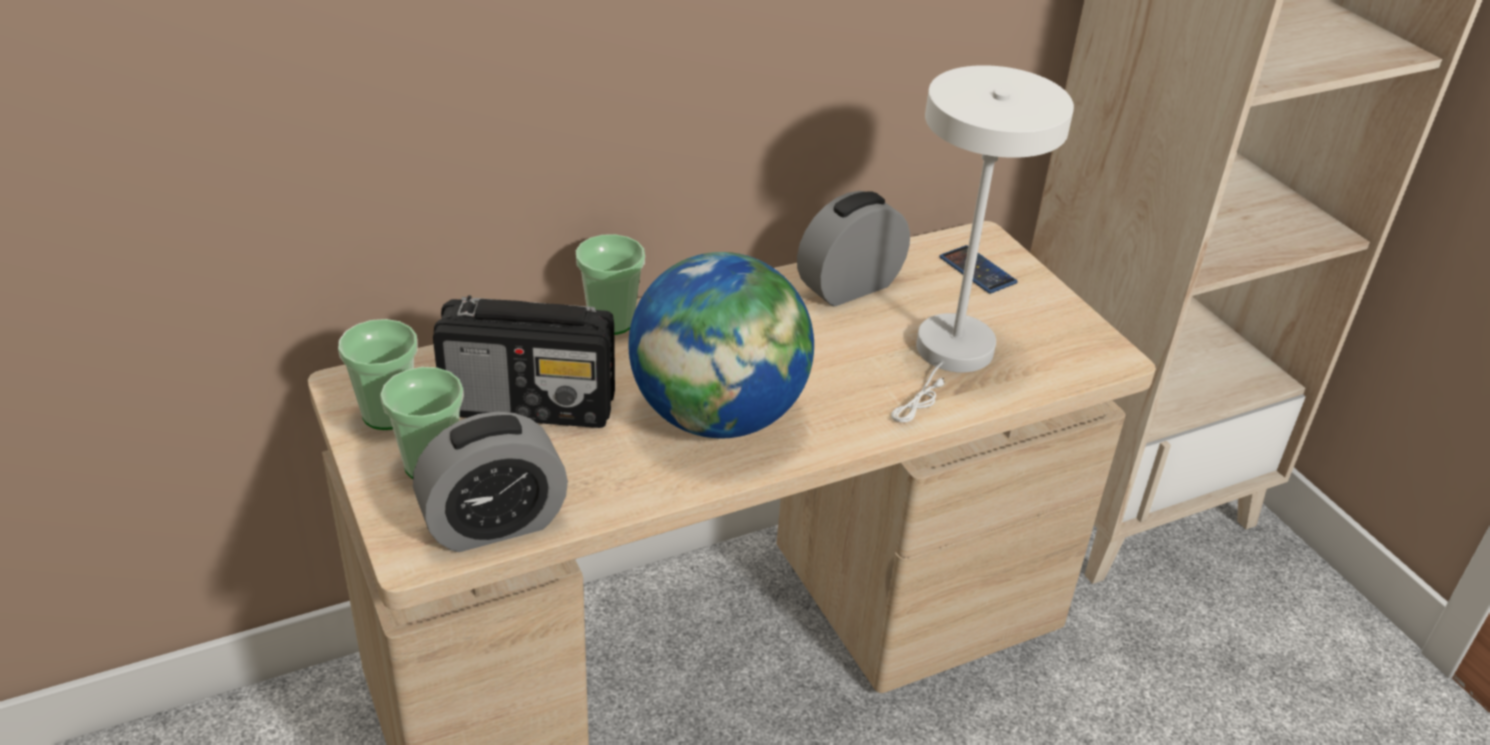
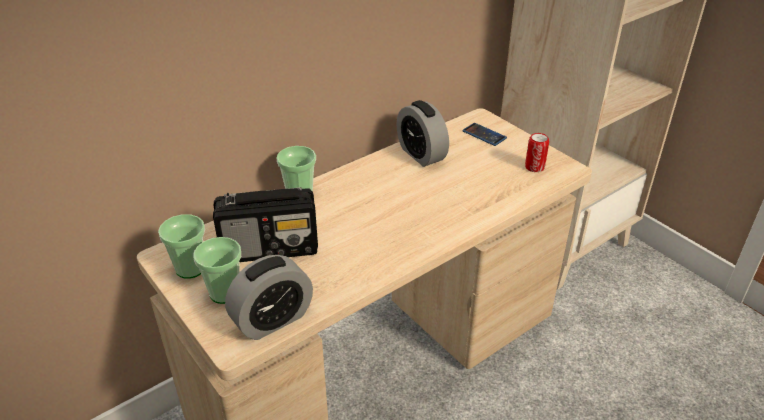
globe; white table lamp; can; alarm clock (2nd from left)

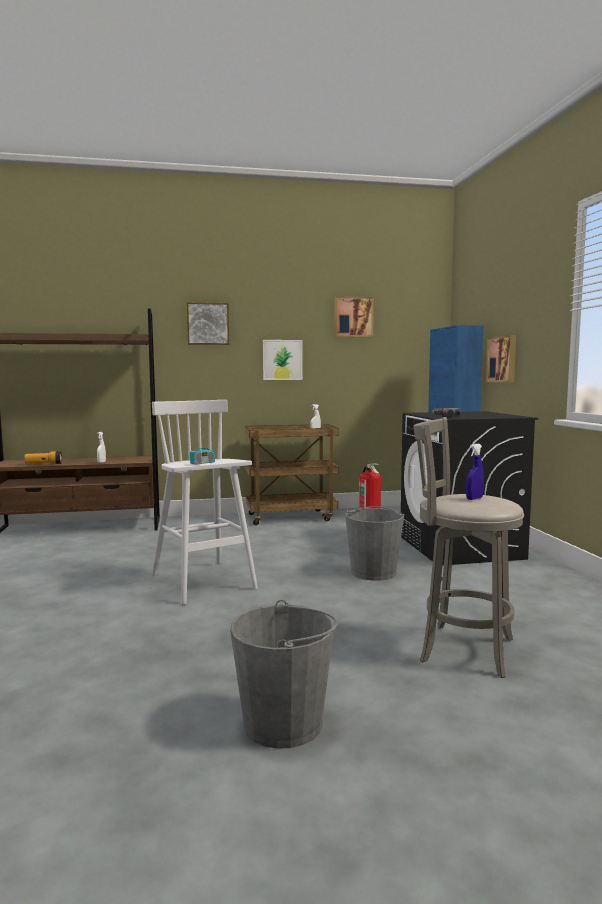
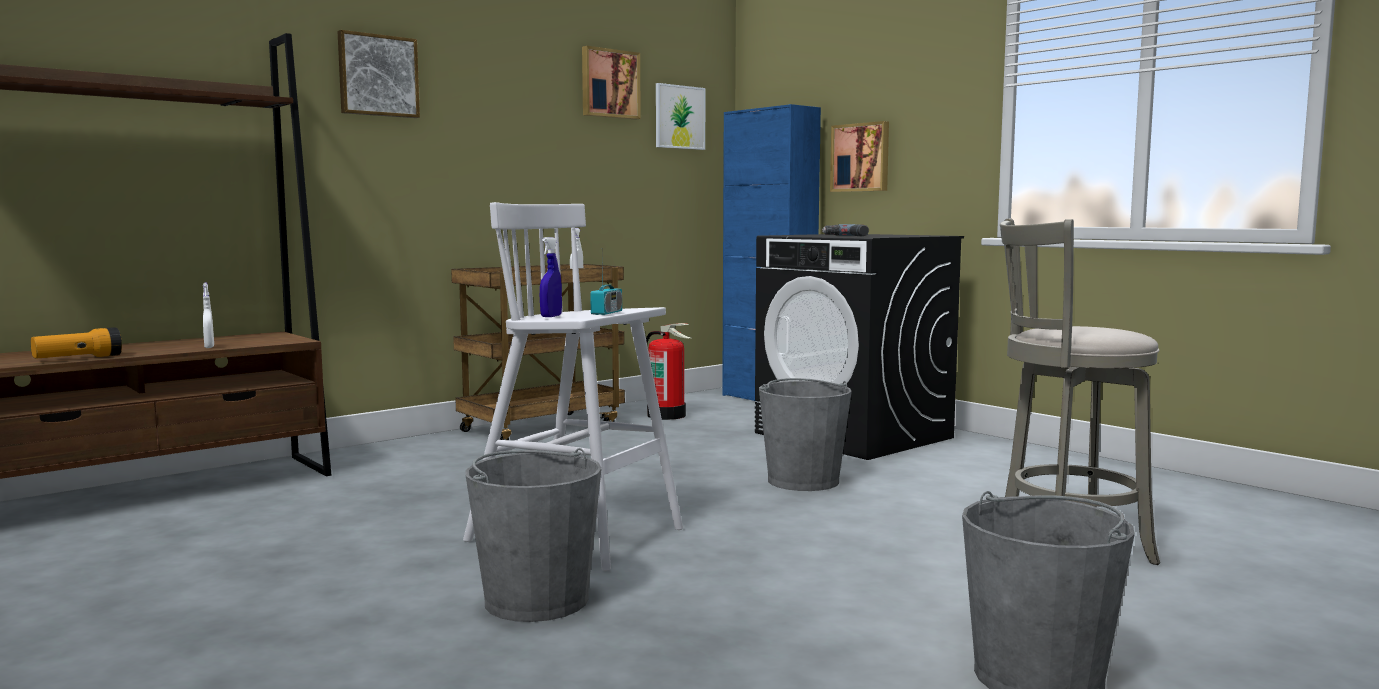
grey bucket (1st from left); picture (3rd from left); blue spray bottle

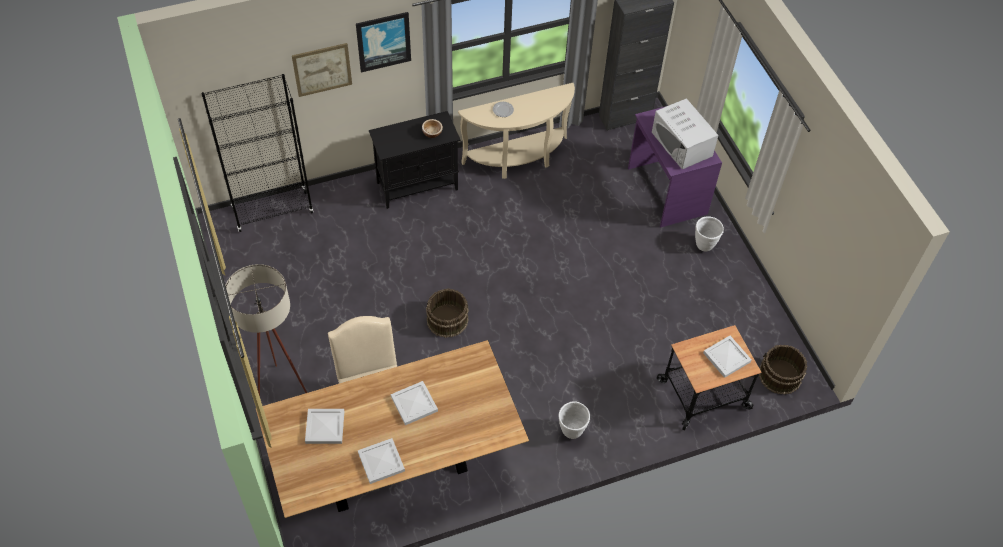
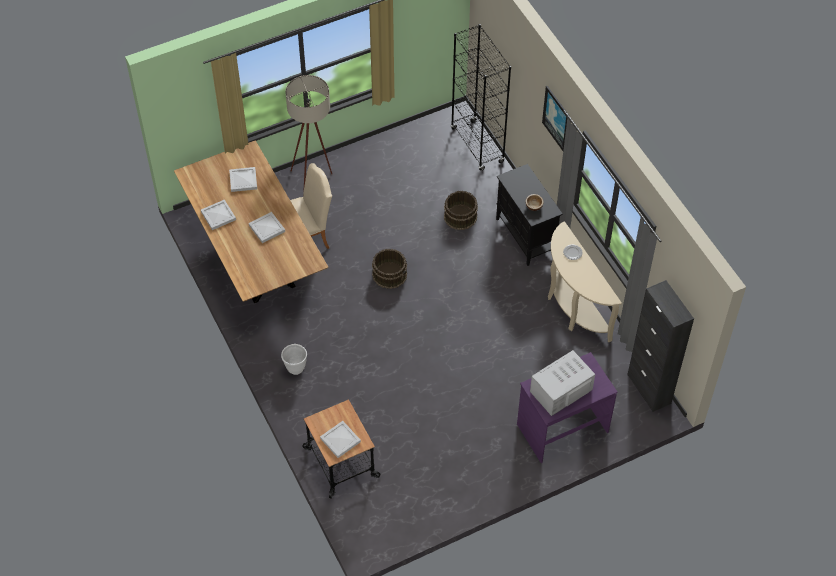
picture (1st from left in the first image); white planter (2nd from left in the first image); brown bucket (2nd from left)

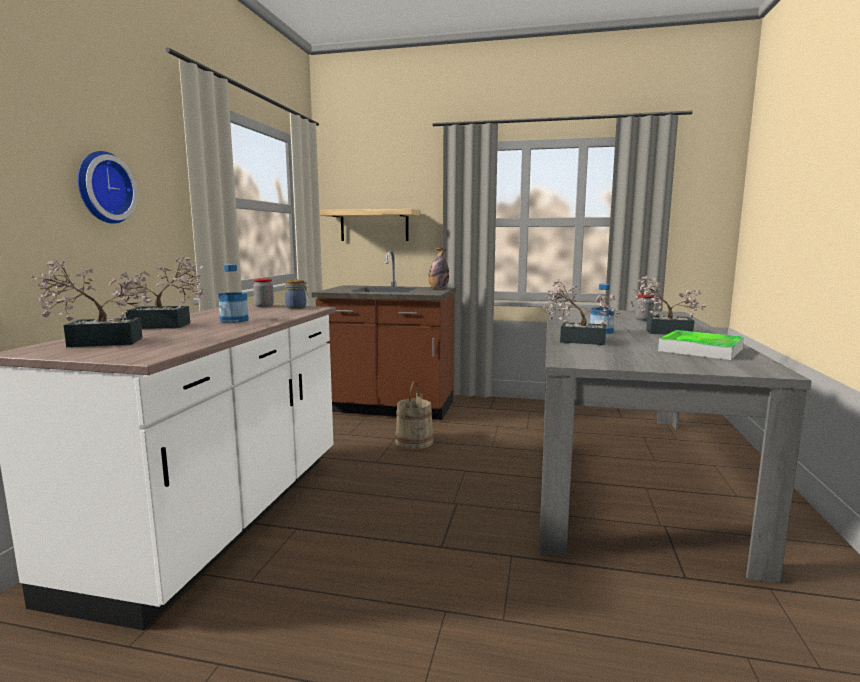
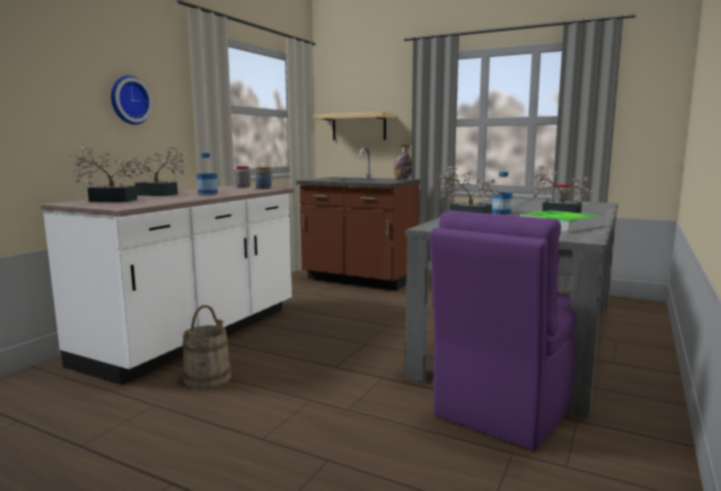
purple chair; beige bucket

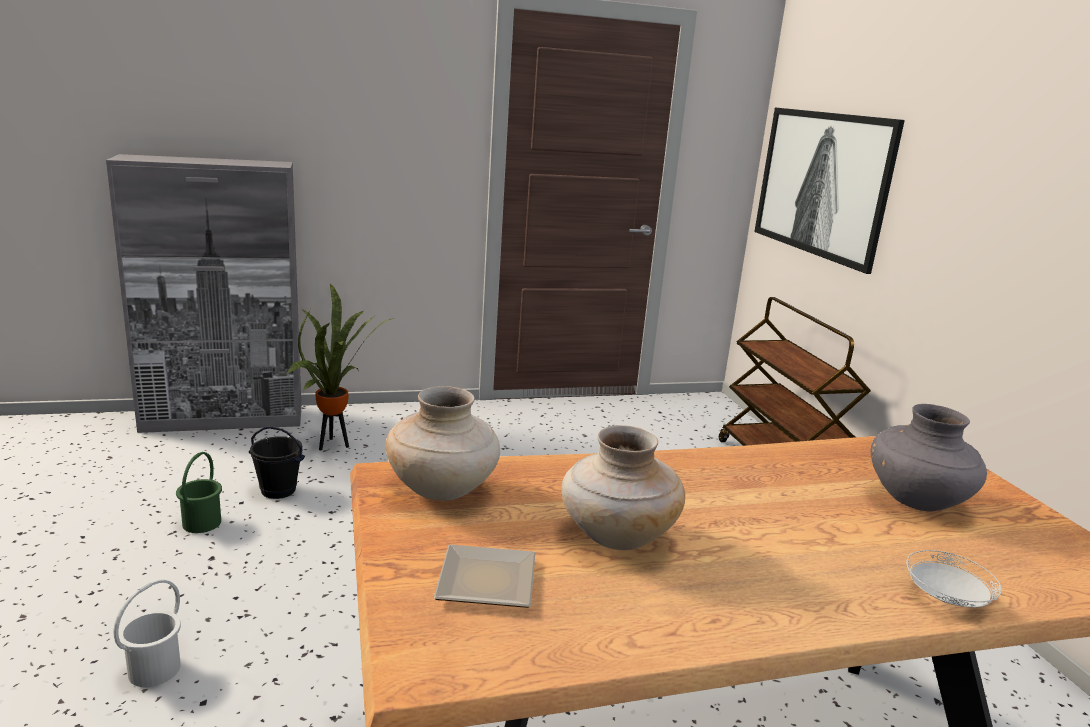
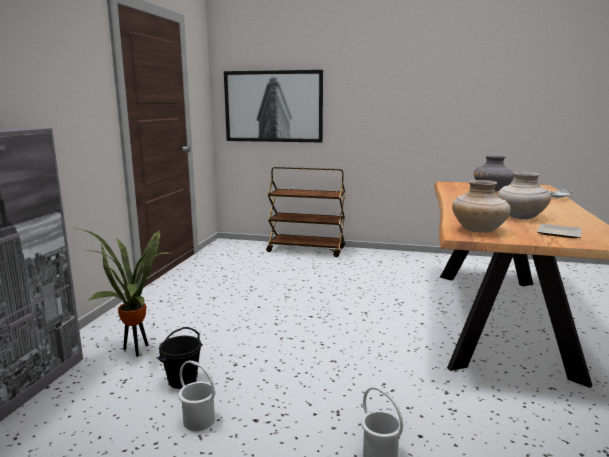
white bucket (1st from left)

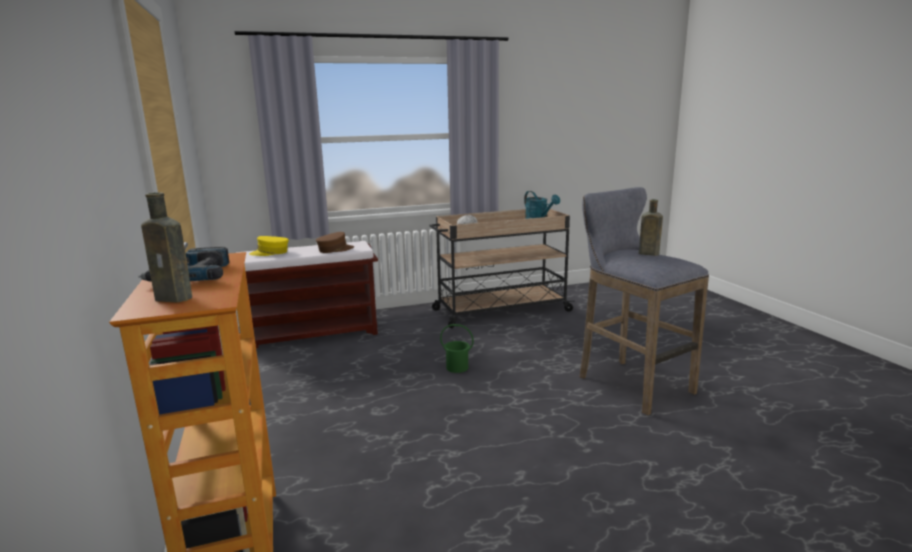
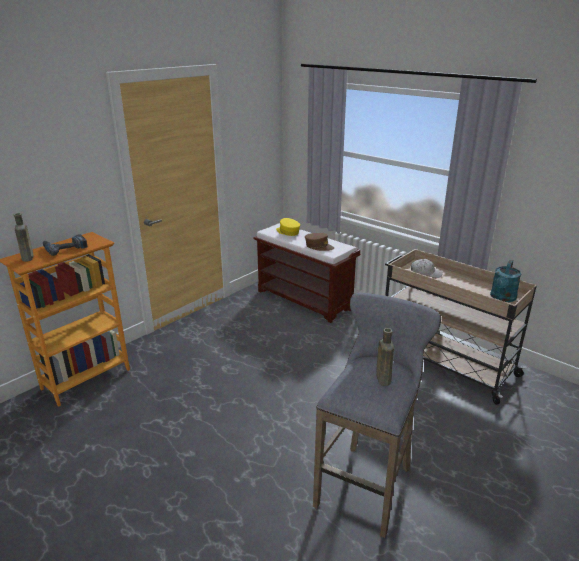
green bucket

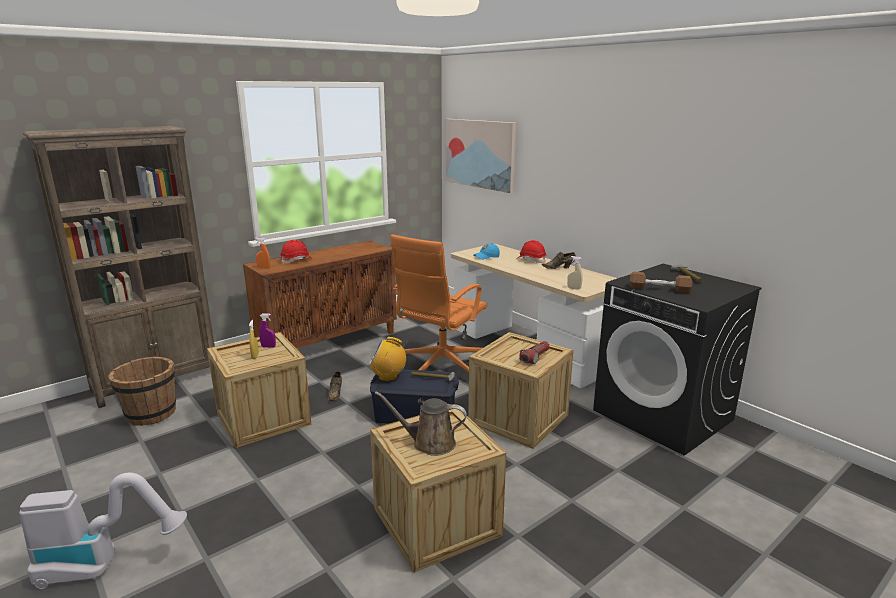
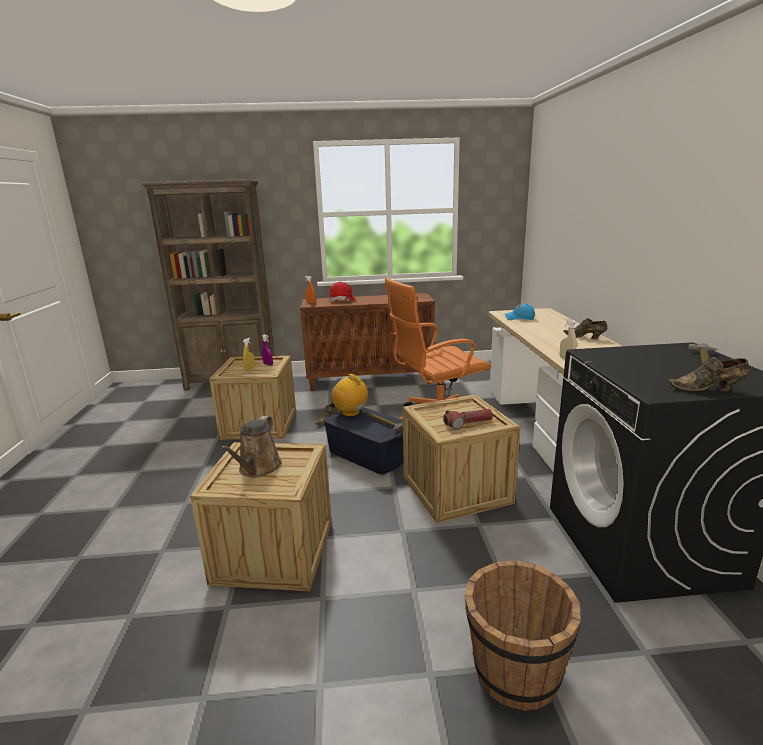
vacuum cleaner; picture; red hard hat (2nd from left in the first image); brown dumbbell; brown shoe (3rd from left); brown bucket; brown watering can

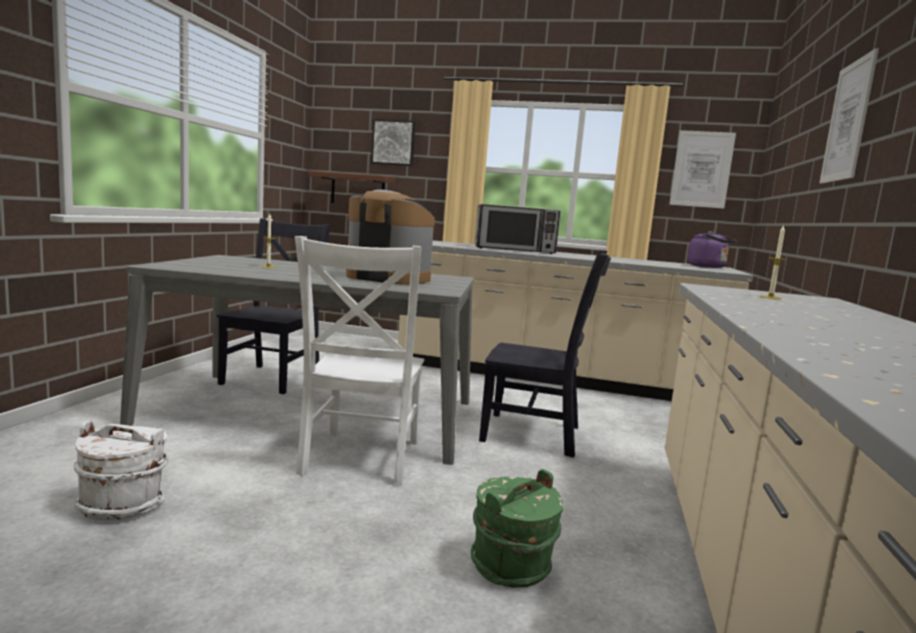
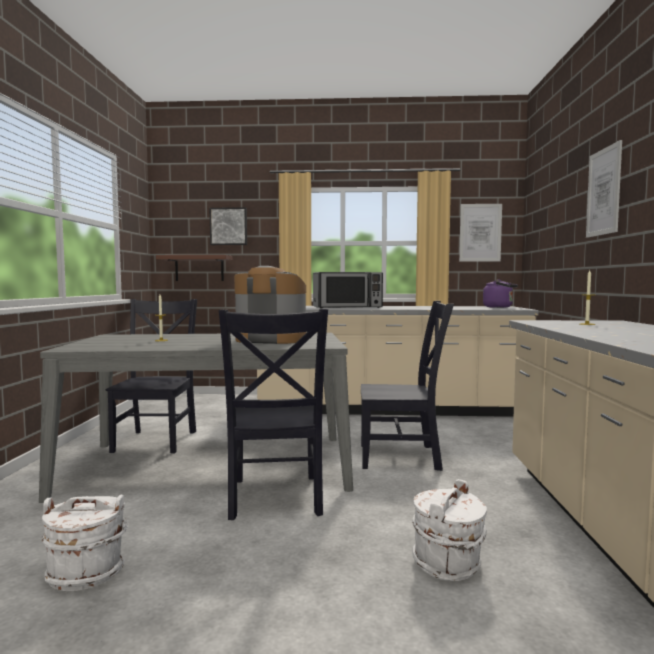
black chair (2nd from left); white bucket (2nd from left)

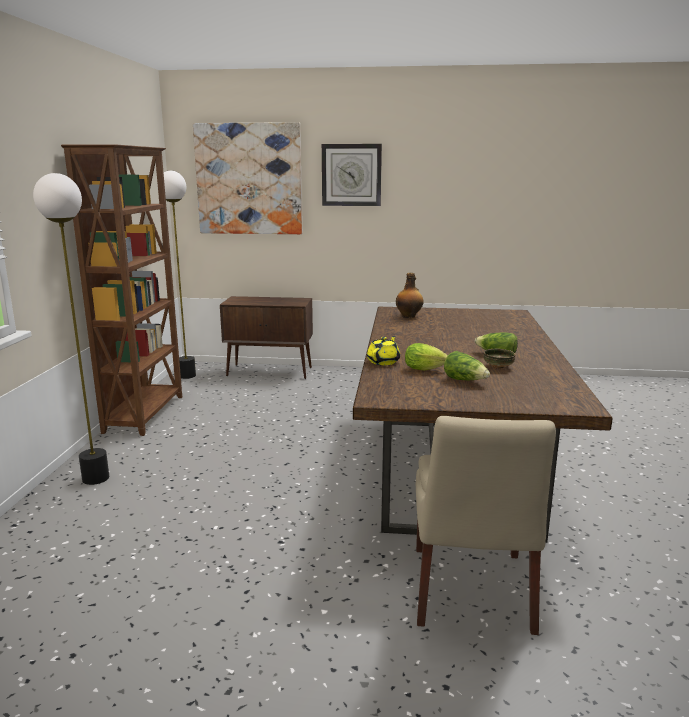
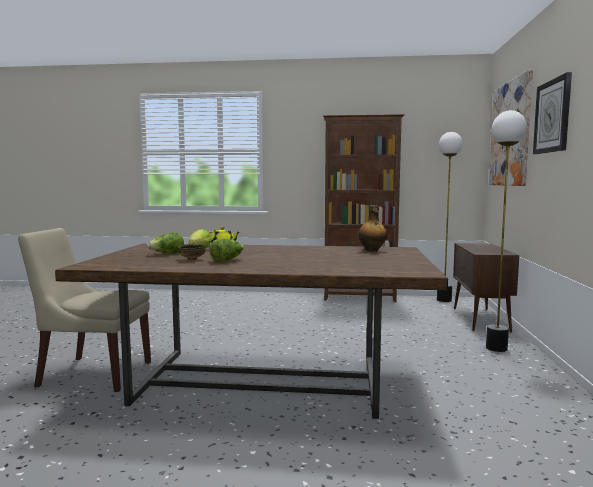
floor lamp (2nd from left)

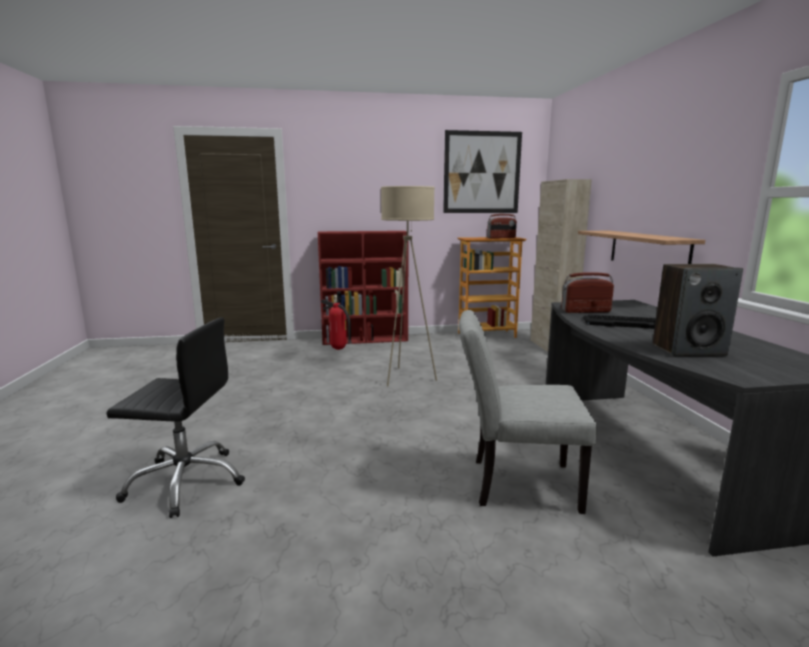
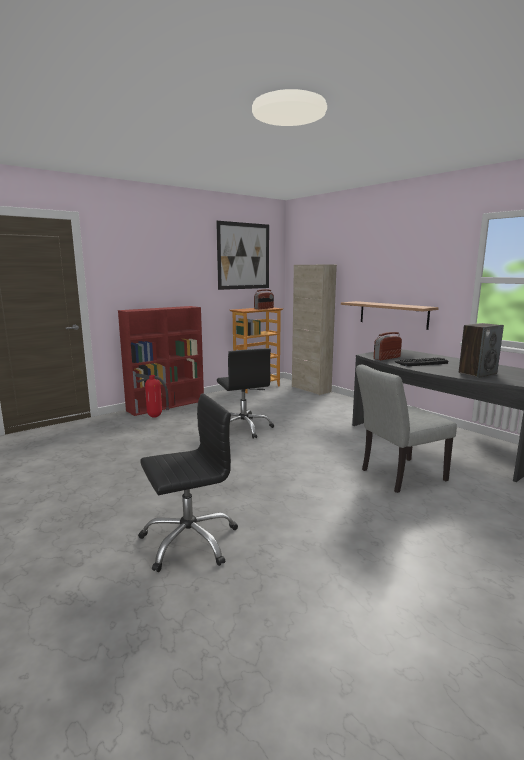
black office chair (2nd from left)

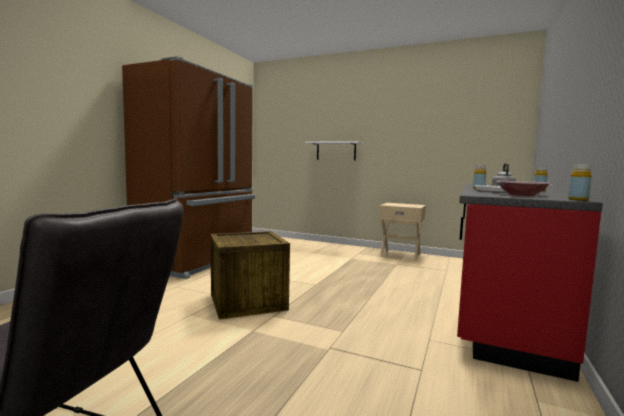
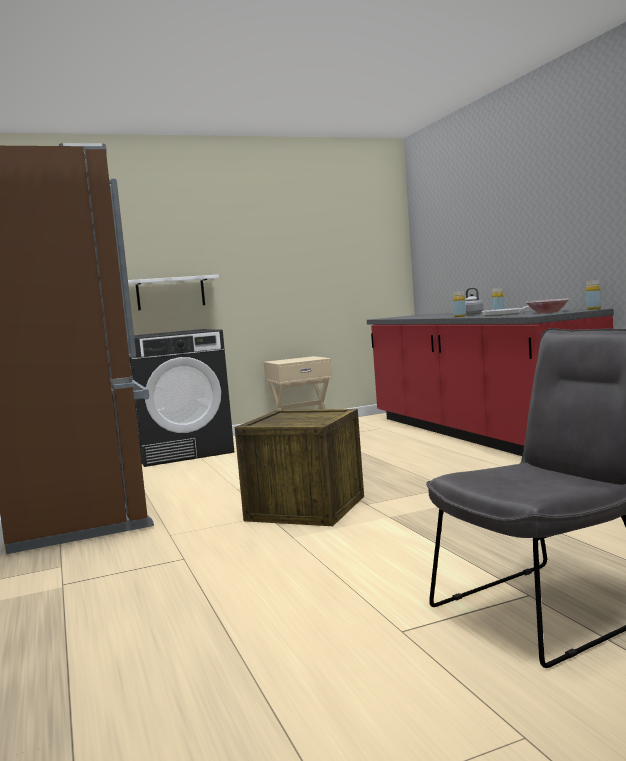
black washing machine

